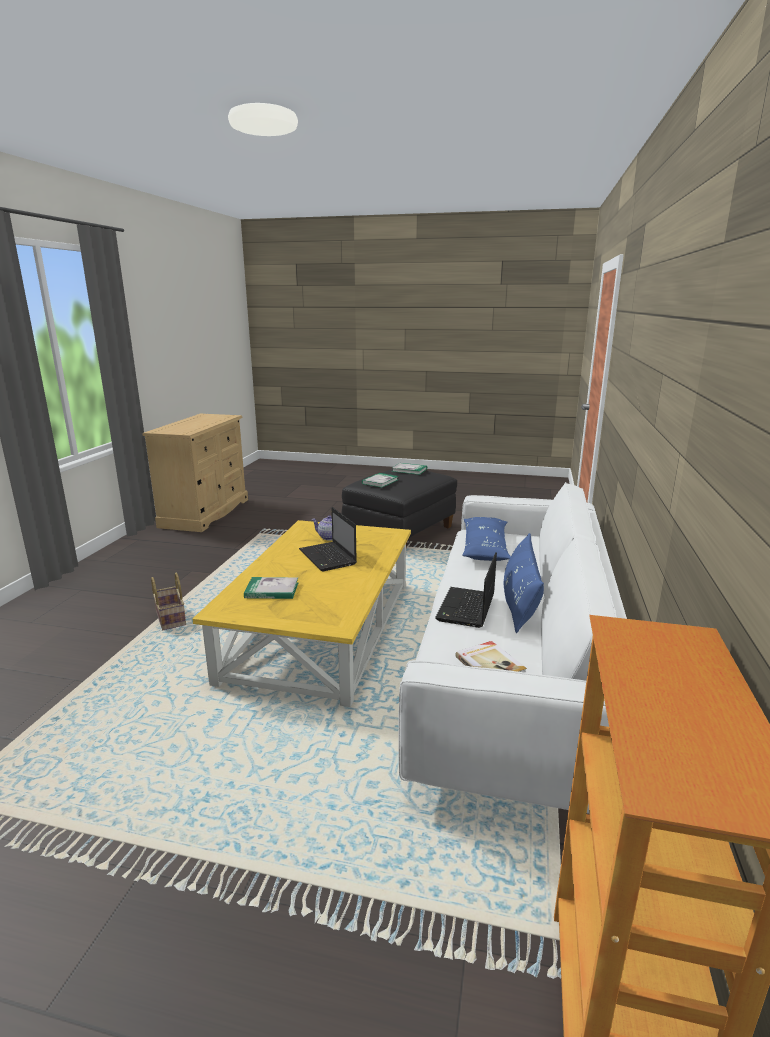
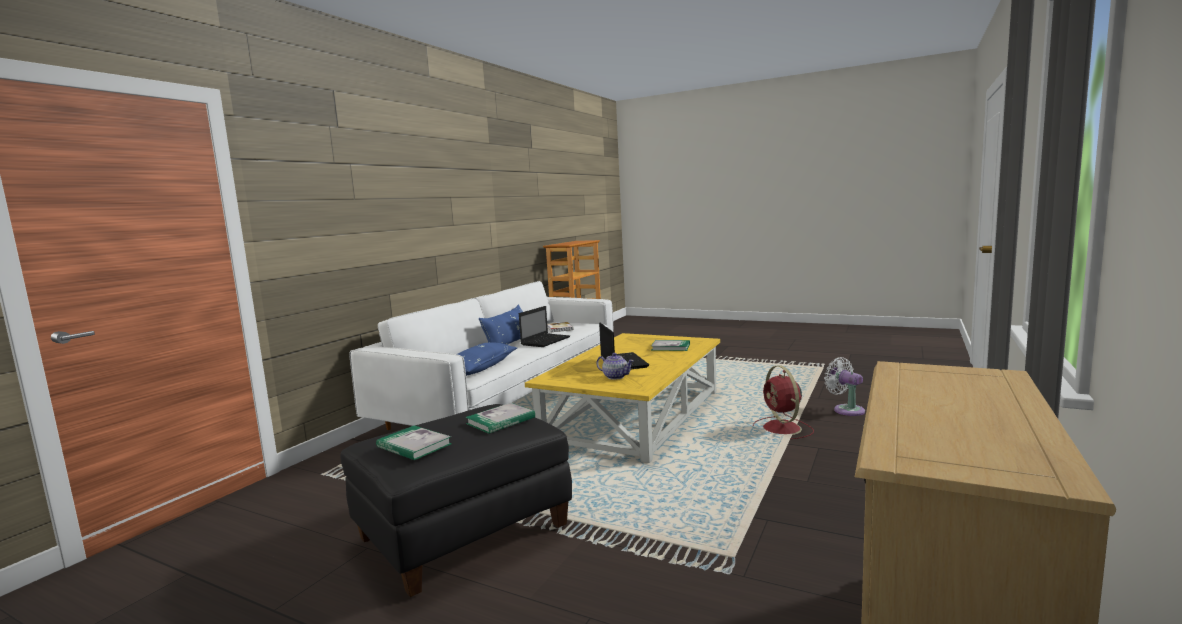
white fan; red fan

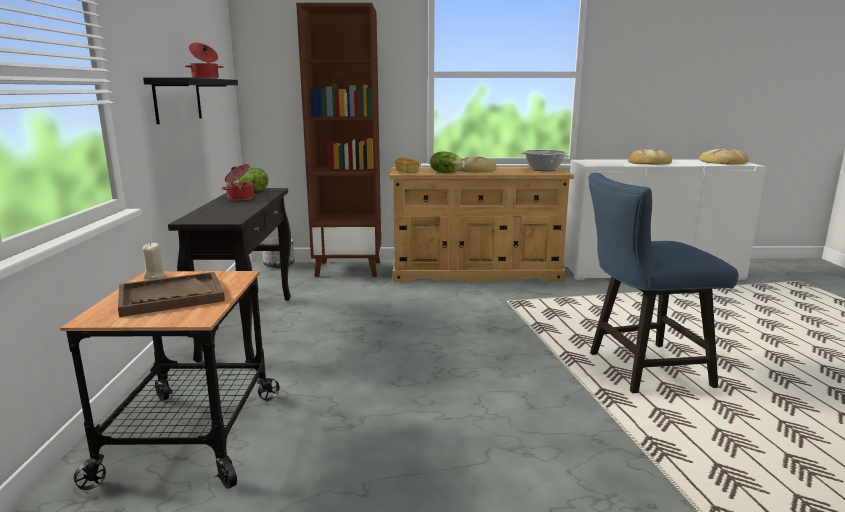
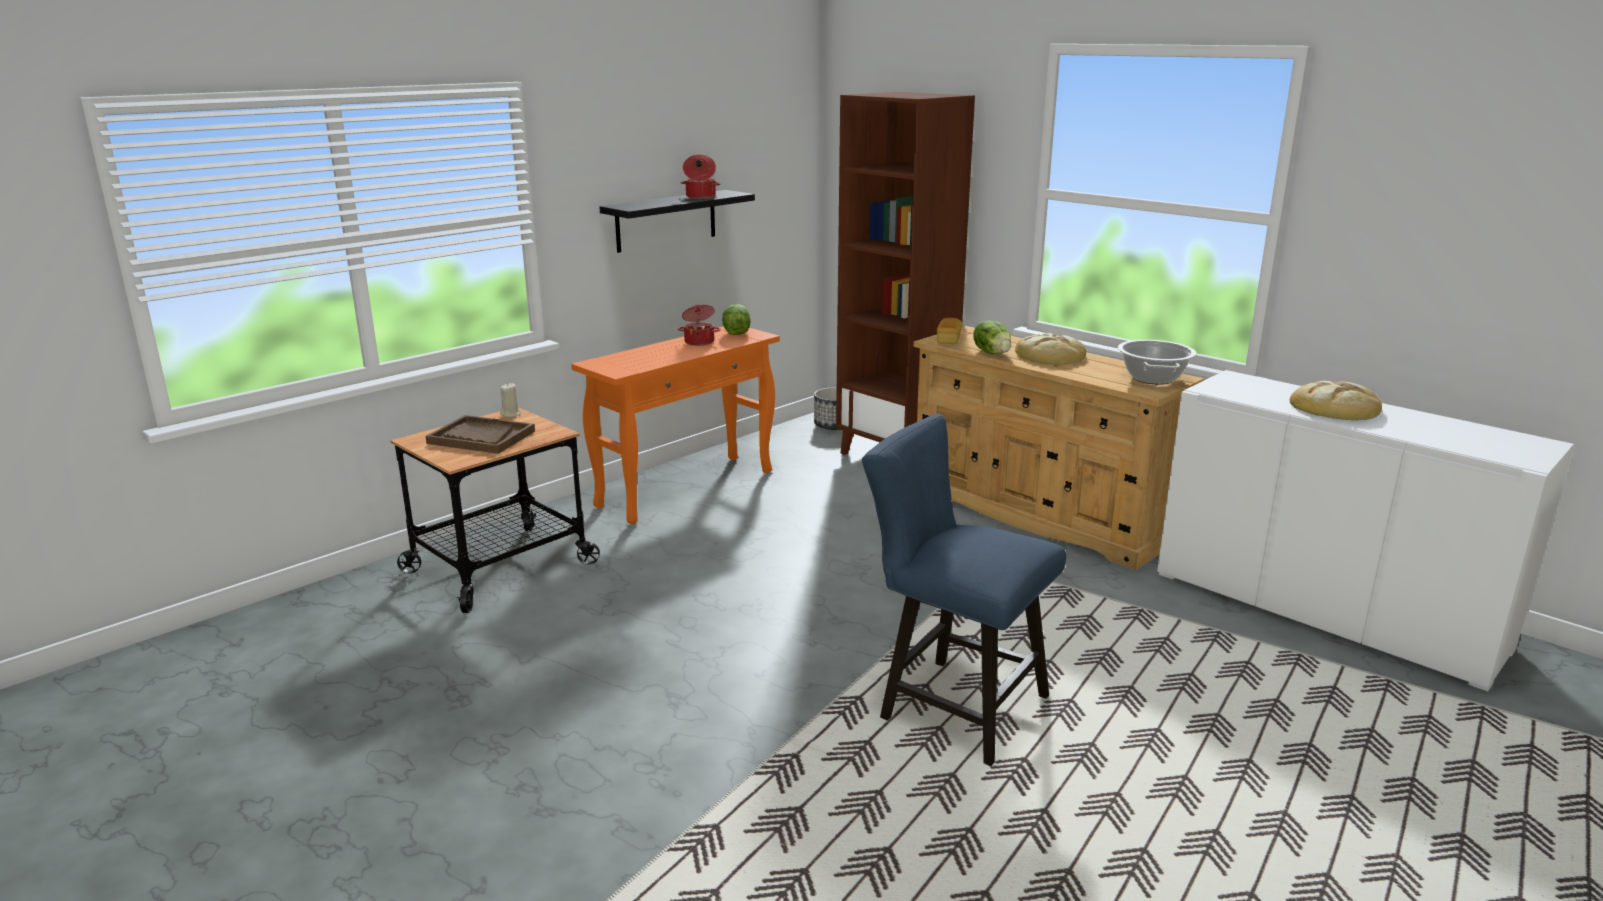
bread (4th from left in the first image); orange console table

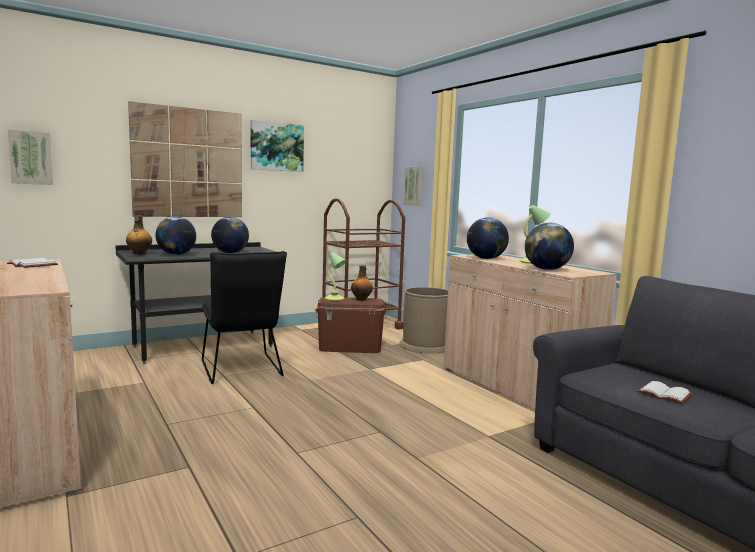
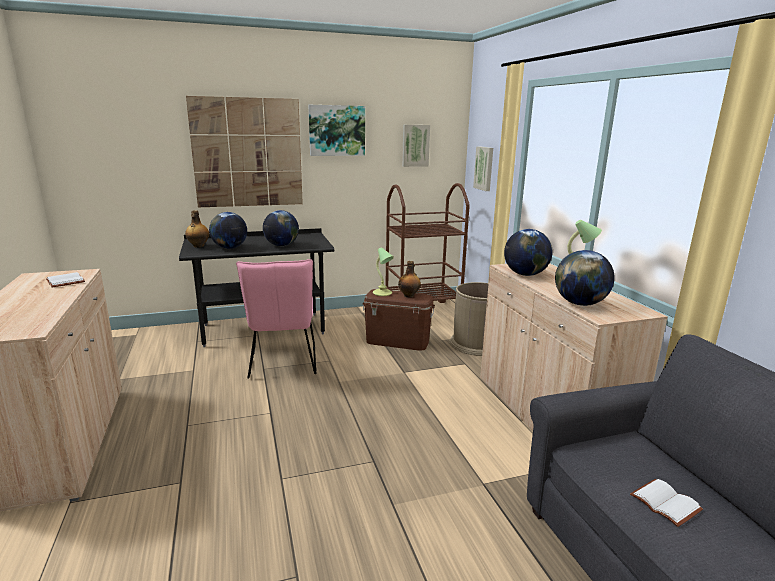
picture (3rd from left); pink chair

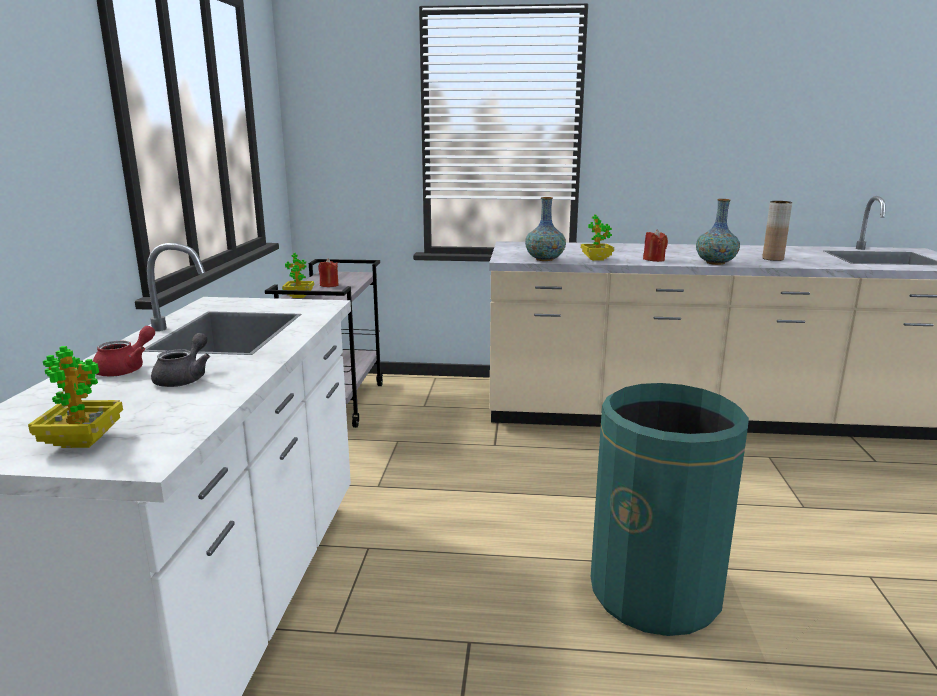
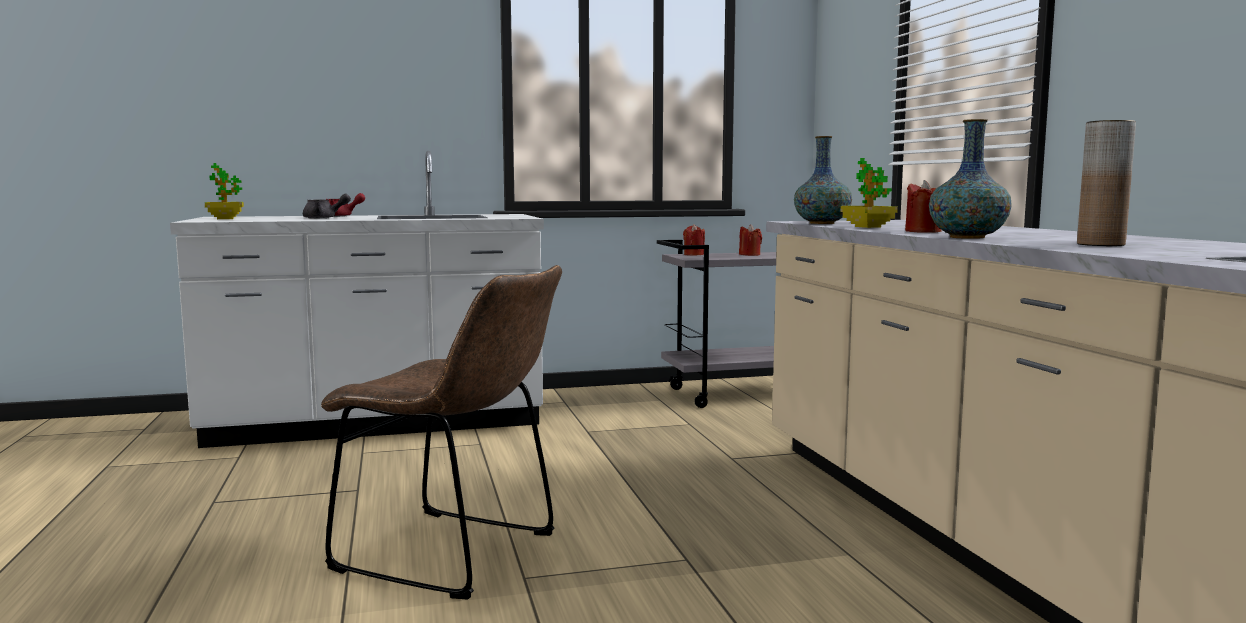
red candle (1st from left); brown chair

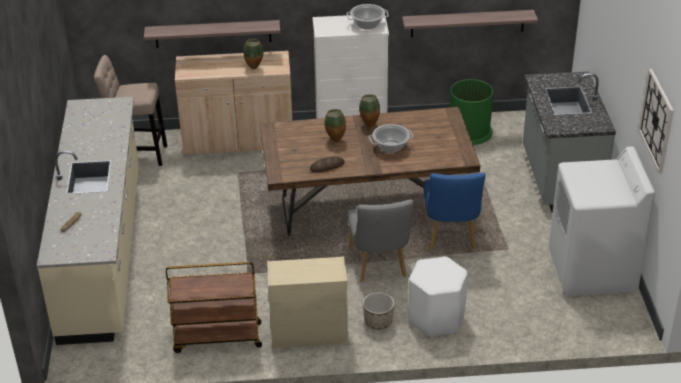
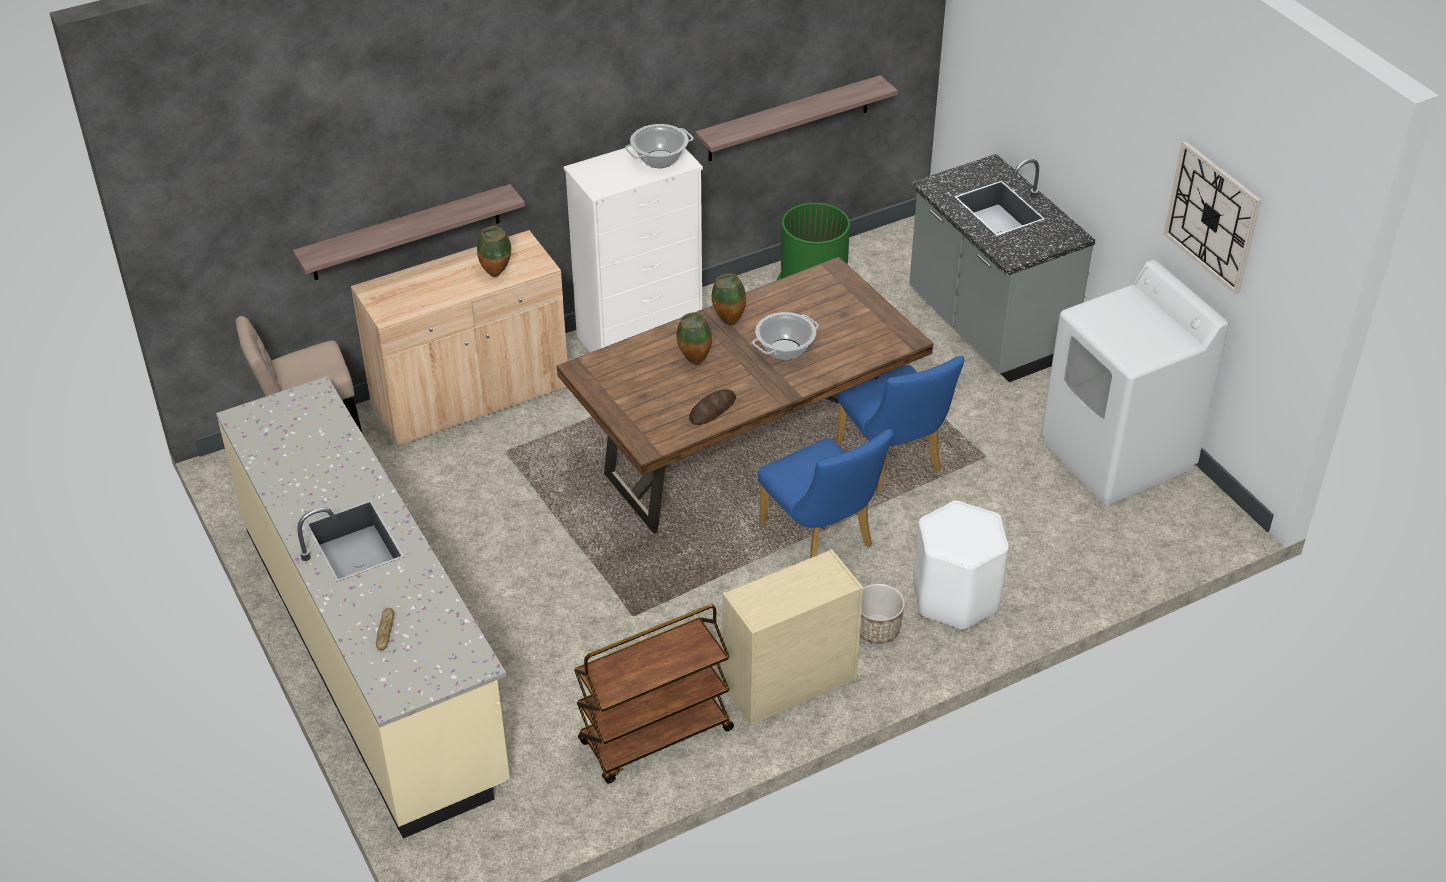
blue chair (1st from left)

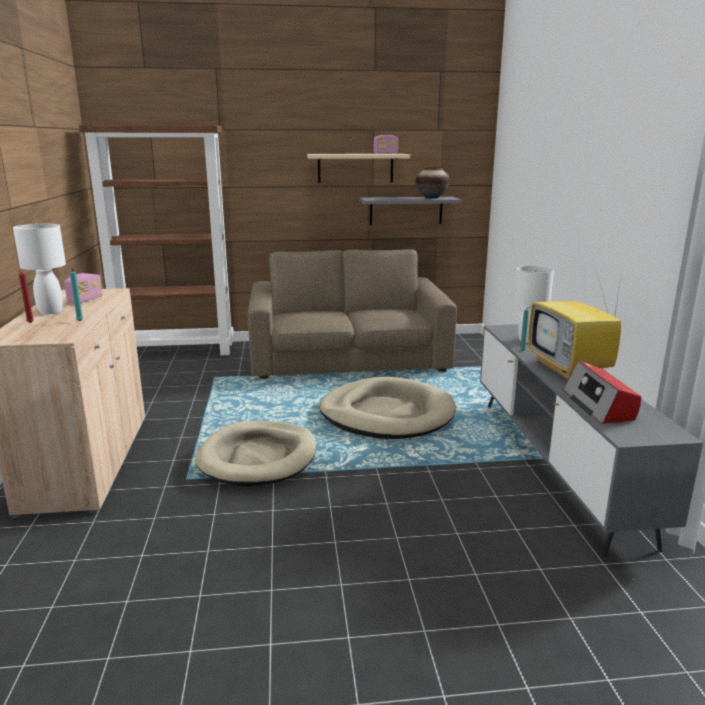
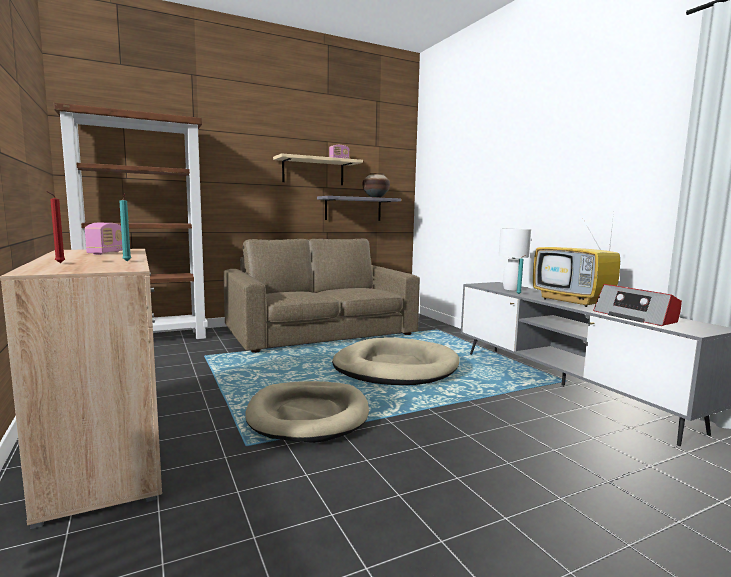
white table lamp (1st from left in the first image)

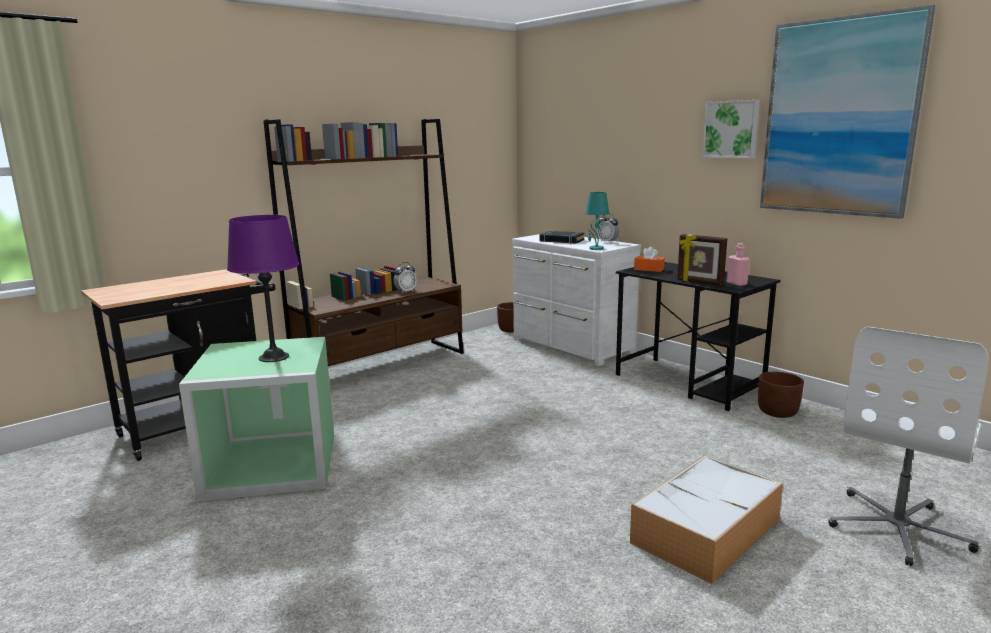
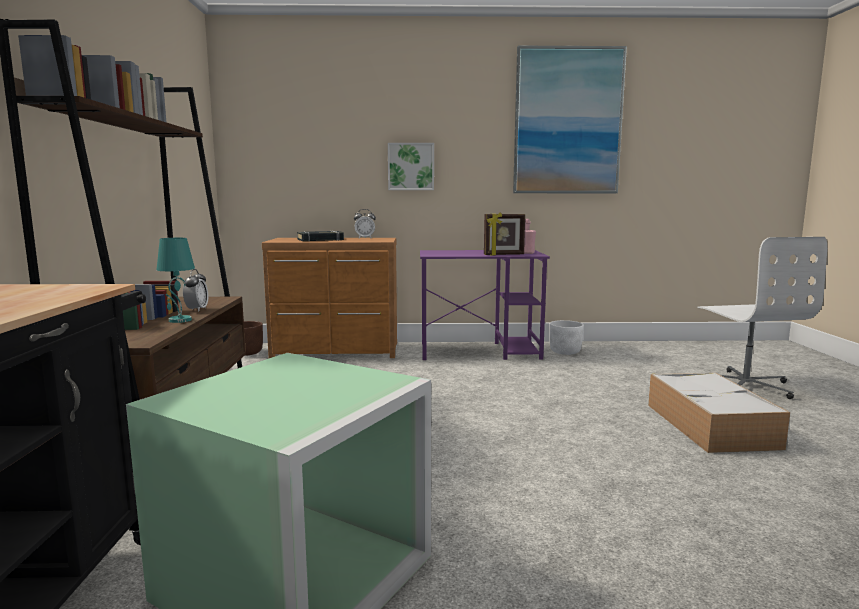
purple table lamp; orange tissue box; turquoise table lamp; picture (1st from left); brown dresser; purple desk; white planter

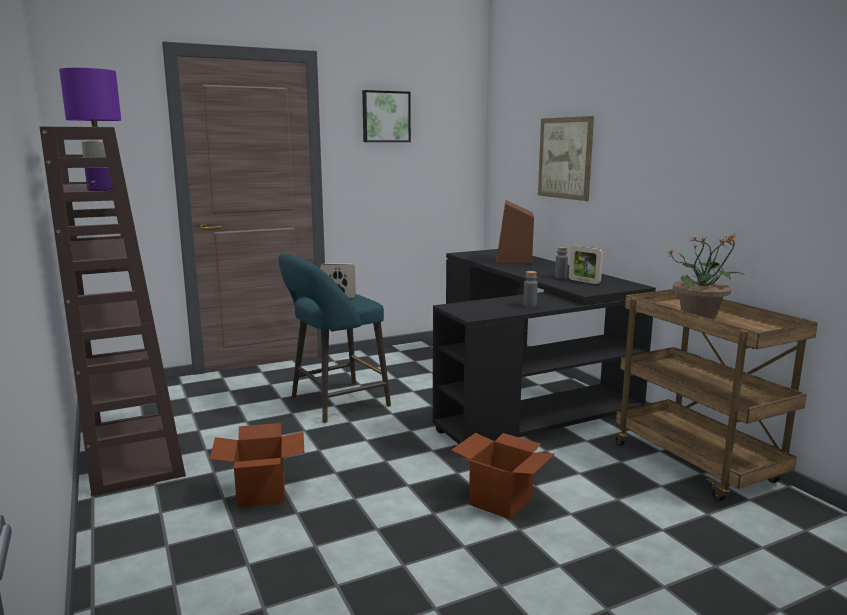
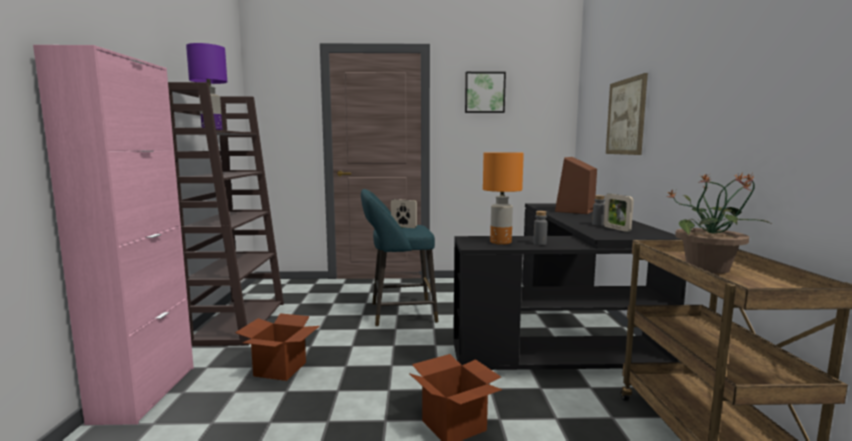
pink cabinet; orange table lamp

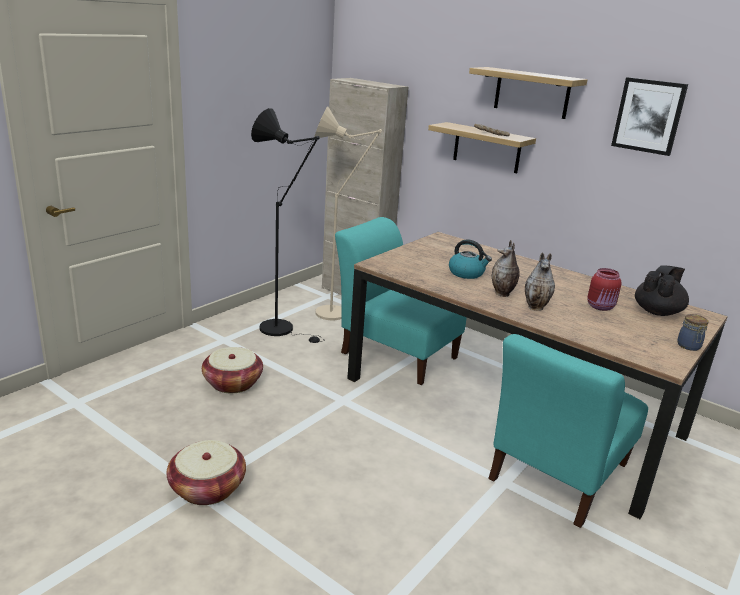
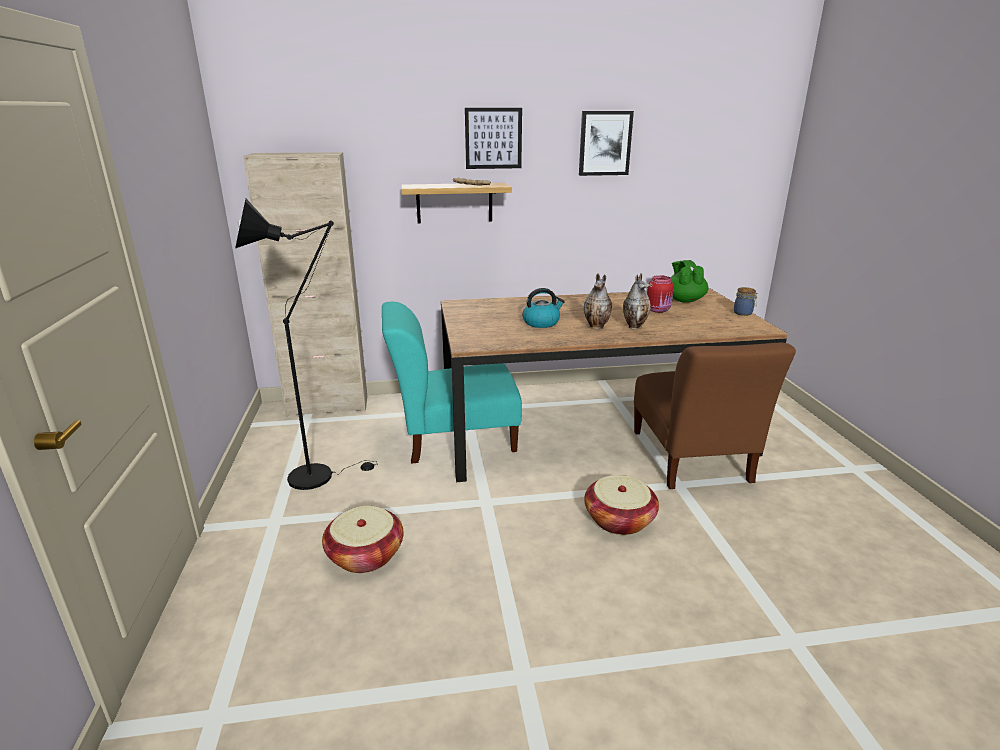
beige floor lamp; basket (2nd from left); picture (1st from left); brown chair; green teapot

